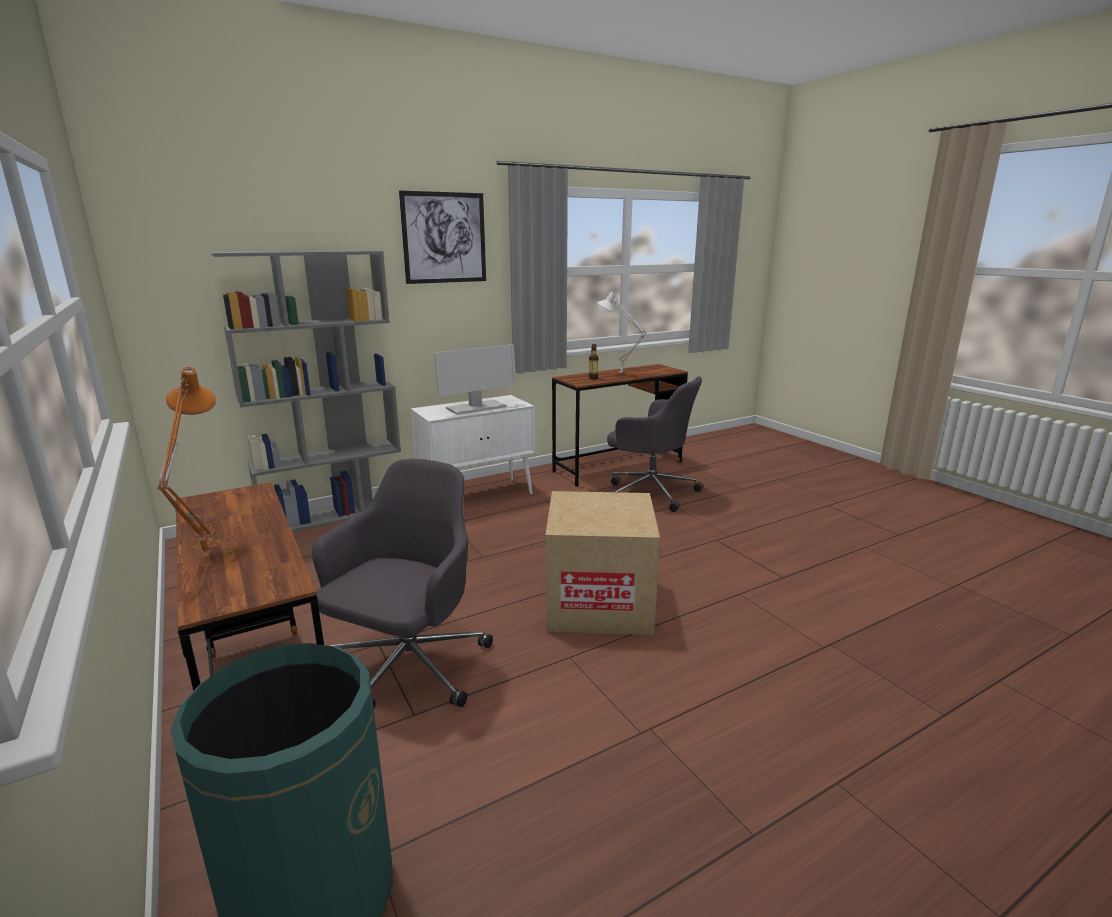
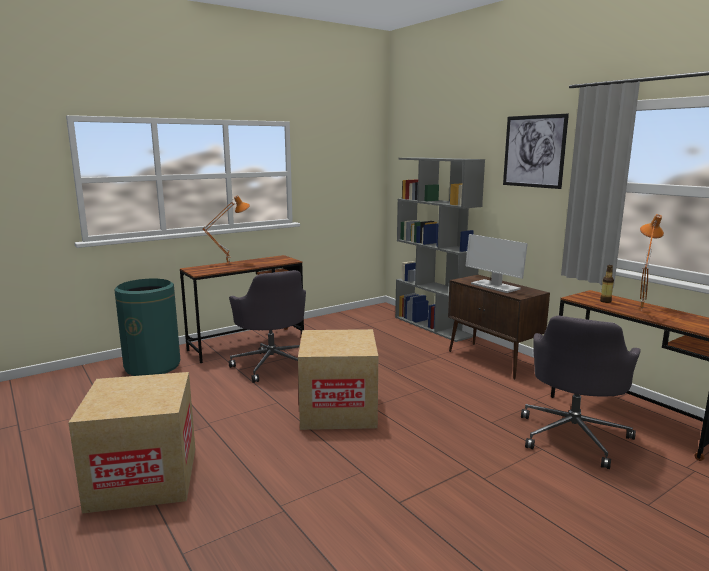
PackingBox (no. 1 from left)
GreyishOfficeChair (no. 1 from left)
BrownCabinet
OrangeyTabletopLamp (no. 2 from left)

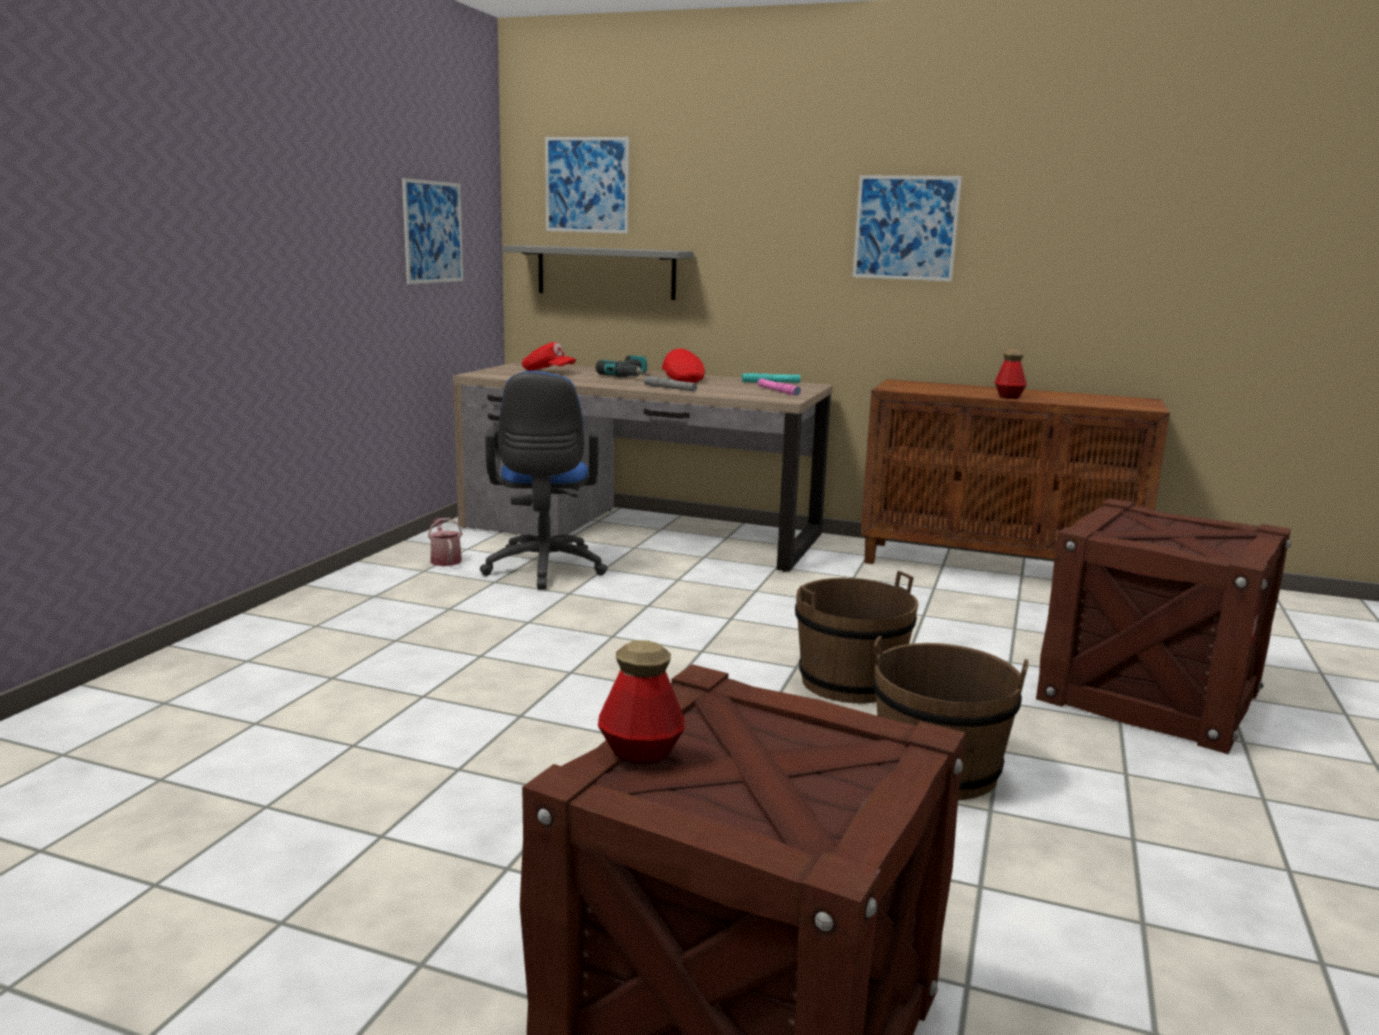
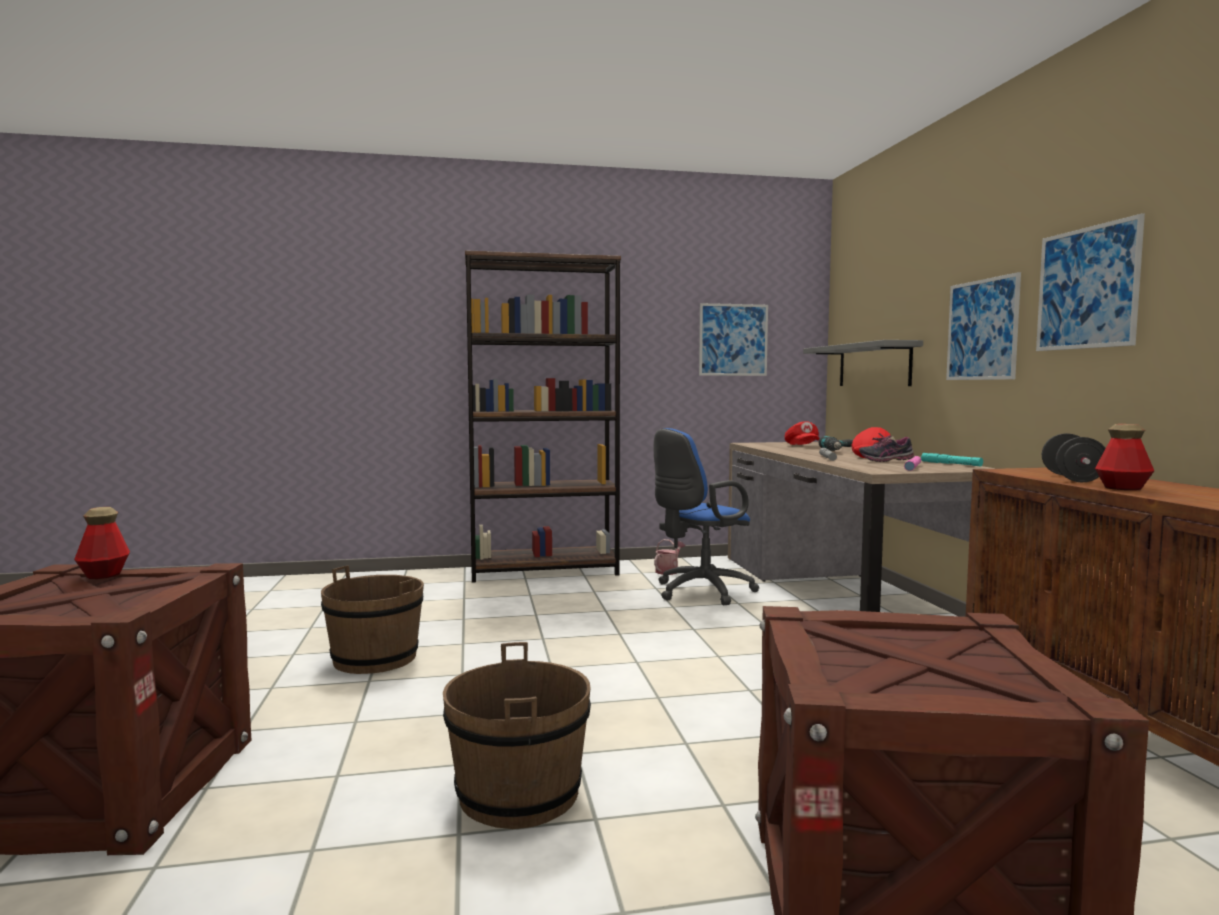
BrownBucket (no. 1 from left)
BrownBookcase
Shoe
Picture (no. 2 from left)
BlackFreeWeight

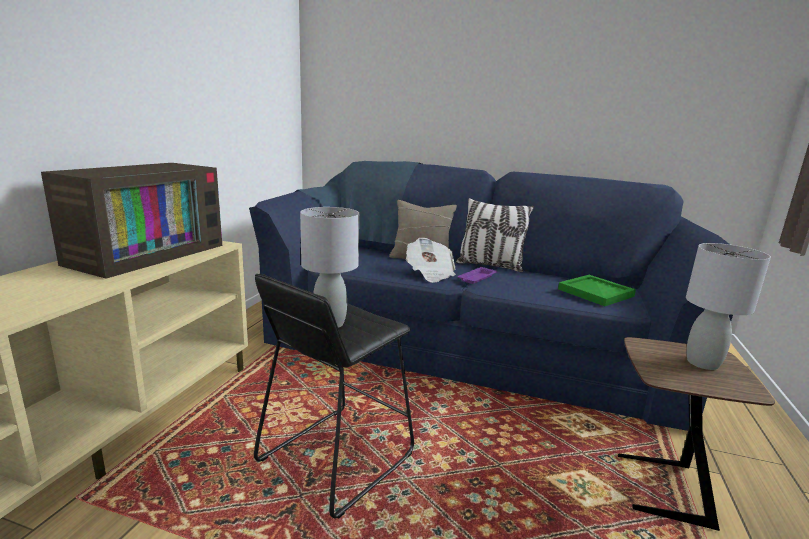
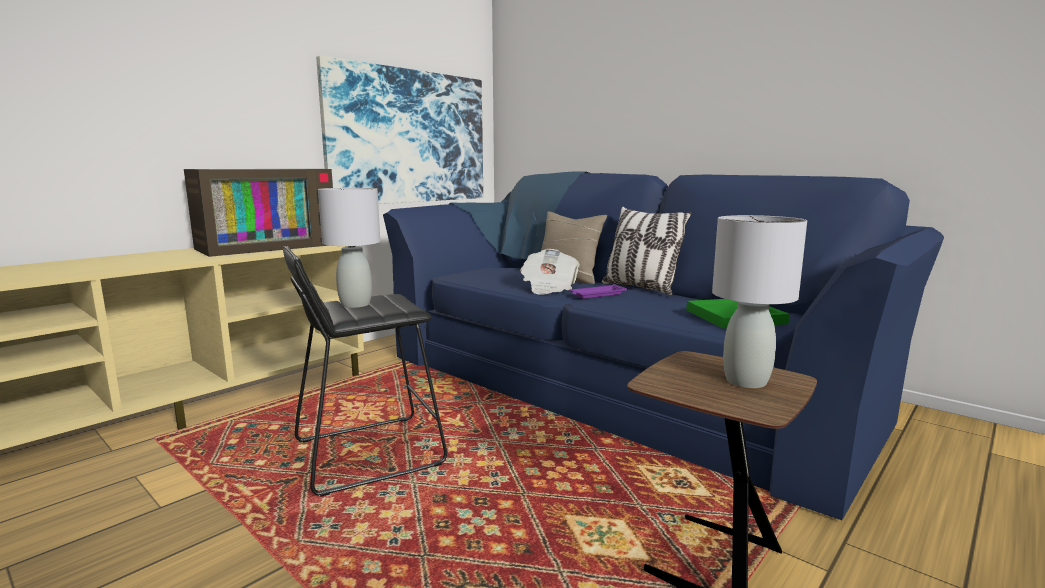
Picture

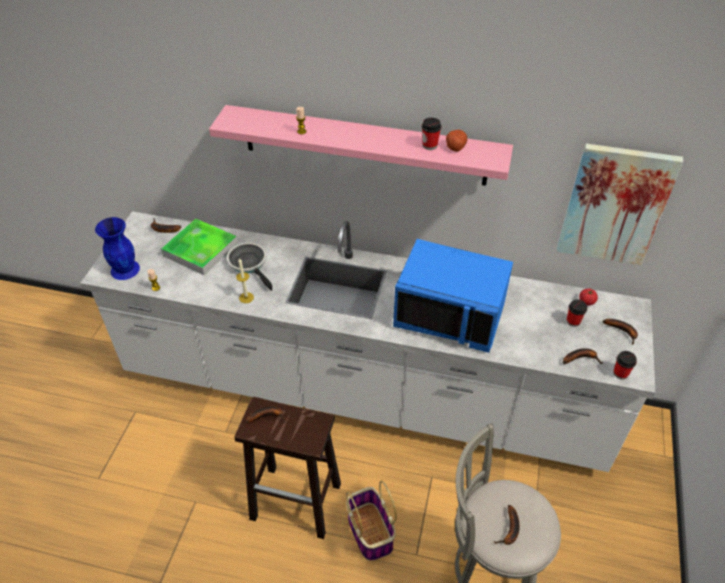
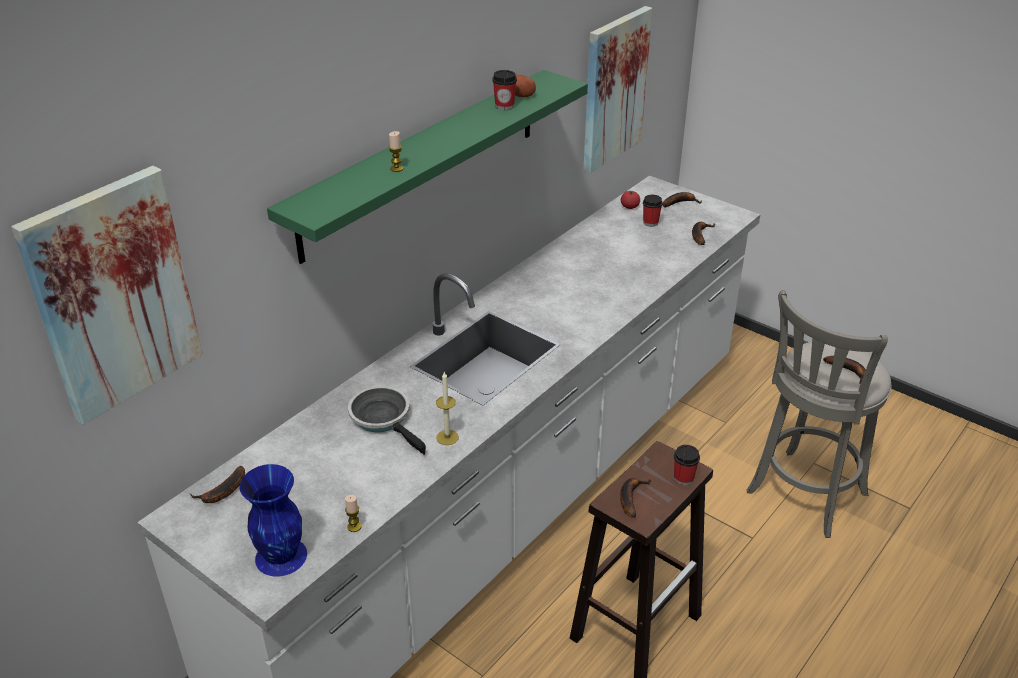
Picture (no. 1 from left)
GreenBracketShelf
FryingPan
DrinkingCup (no. 3 from left)
Tray
Basket
BlueColouredMicrowaveOven

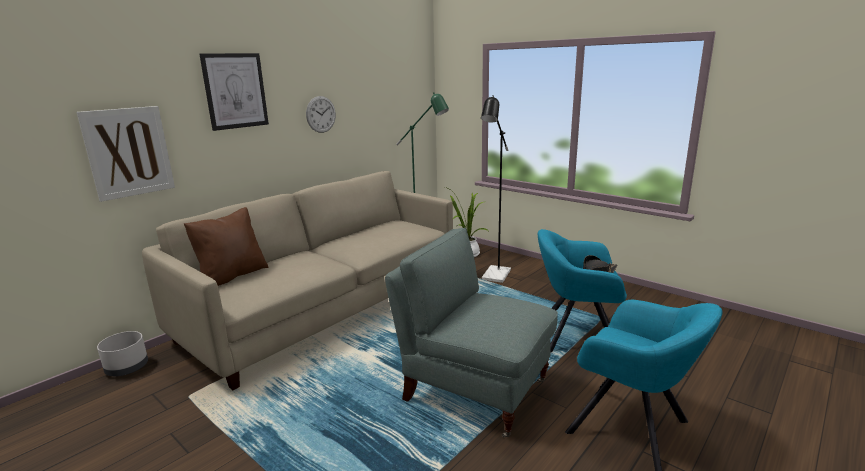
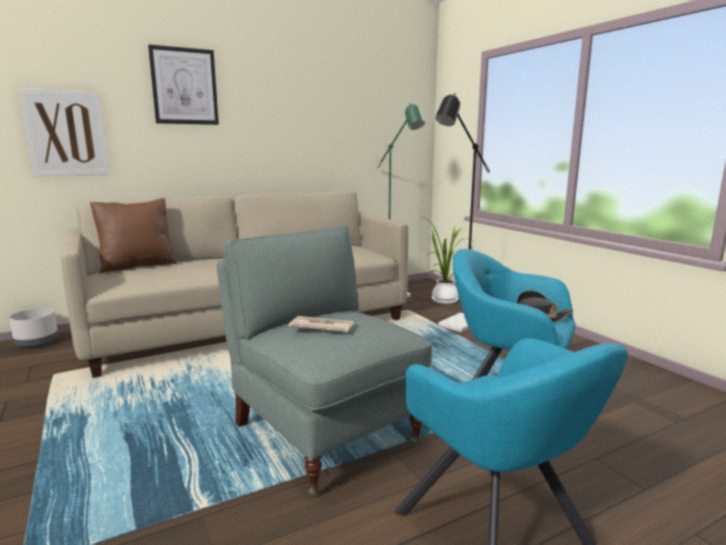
DailyPaper
HangingClock

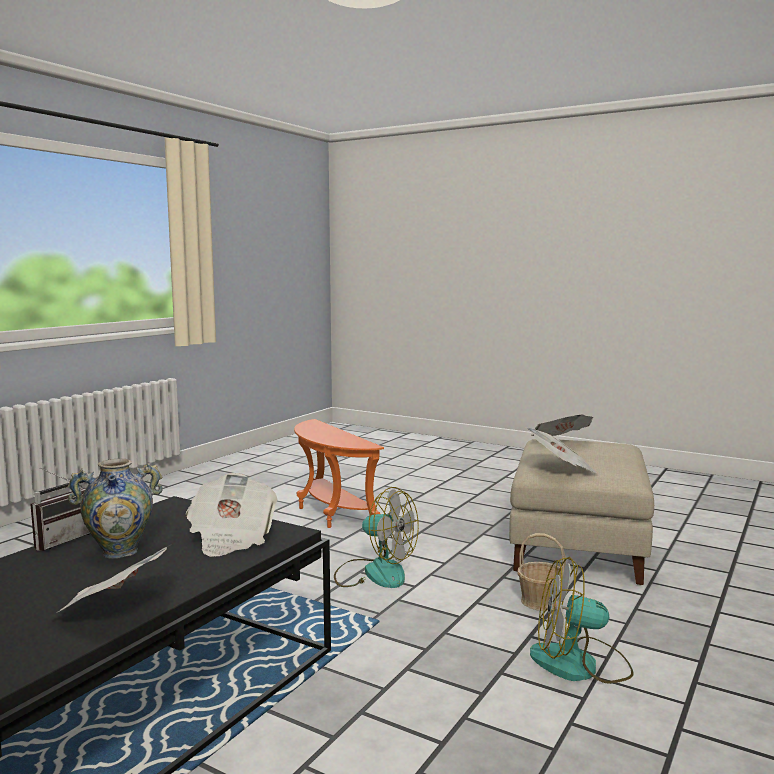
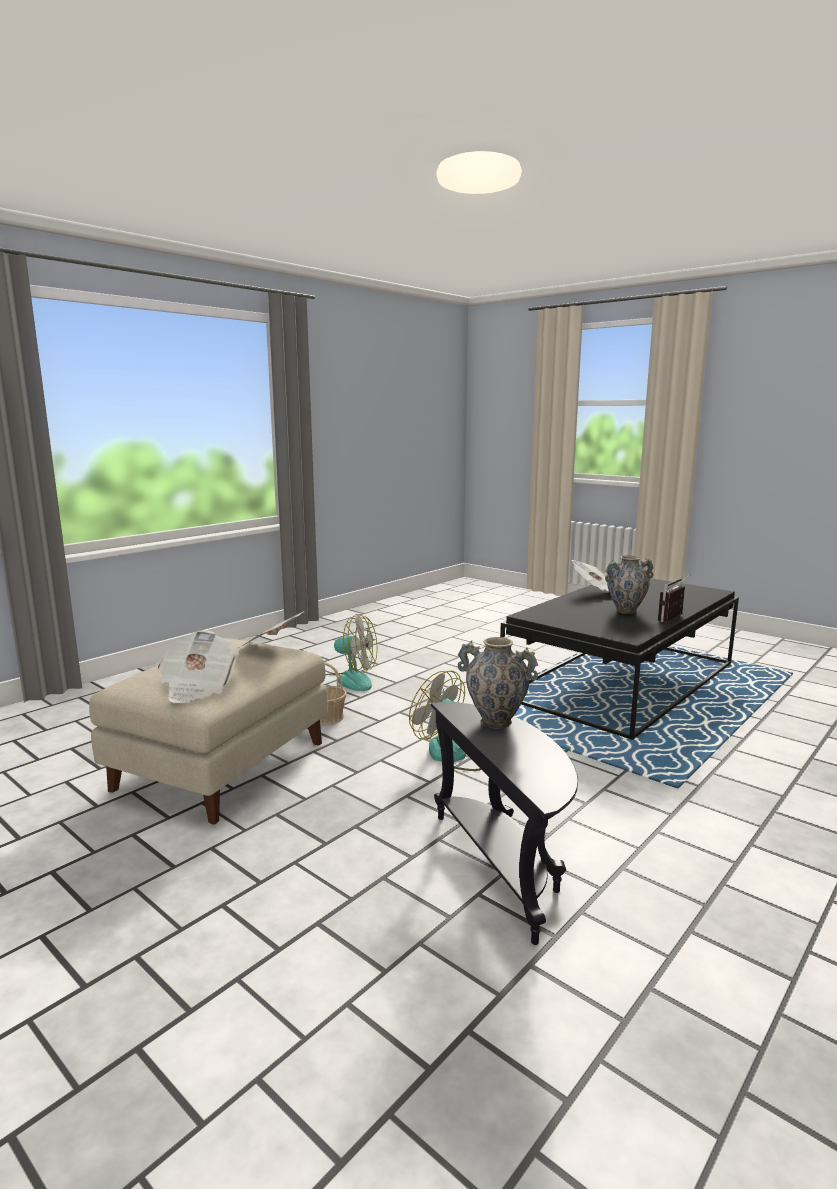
BlackEndTable
DecorativeVase (no. 1 from left)
DailyPaper (no. 2 from left in the first image)

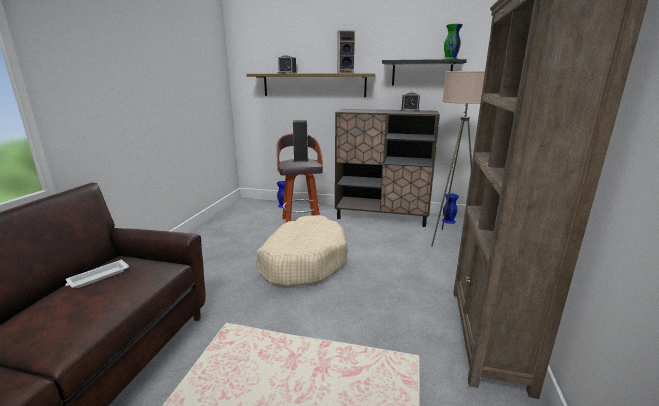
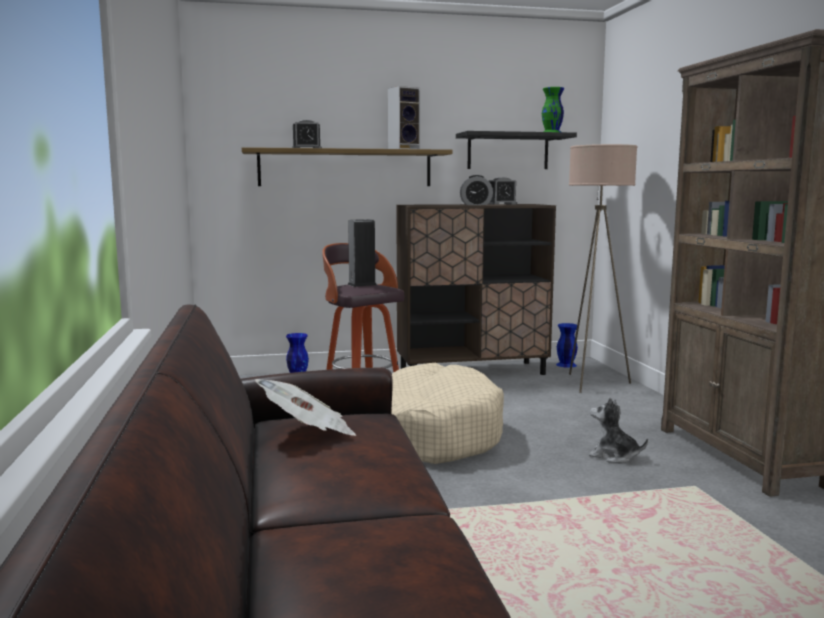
DailyPaper
TableClock (no. 2 from left)
CuddlyToy

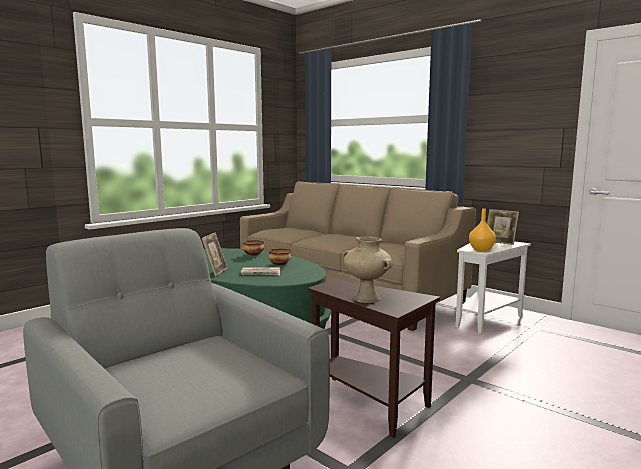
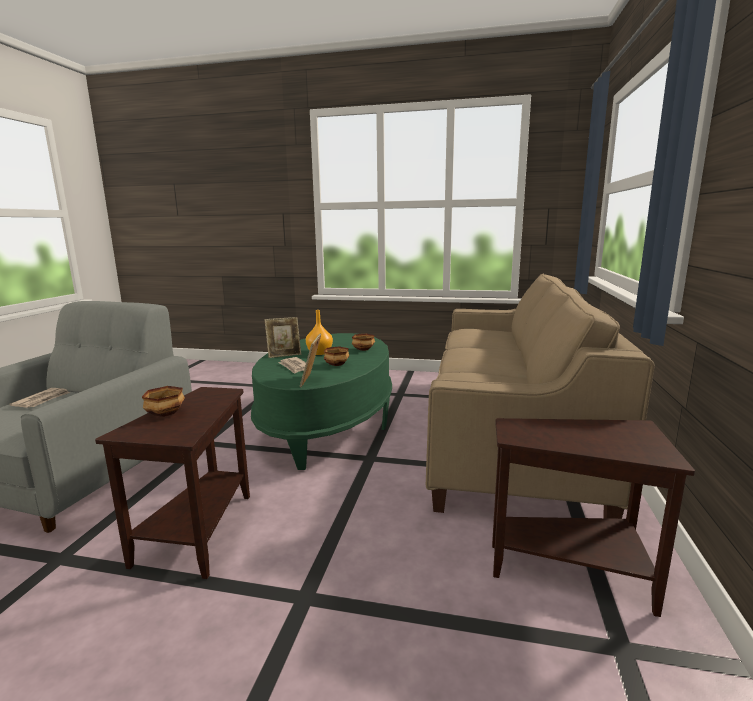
DailyPaper (no. 1 from left)
Bowl (no. 1 from left)
PhotoFrame (no. 2 from left)
OrangeyDecorativeVase
BrownEndTable (no. 2 from left)

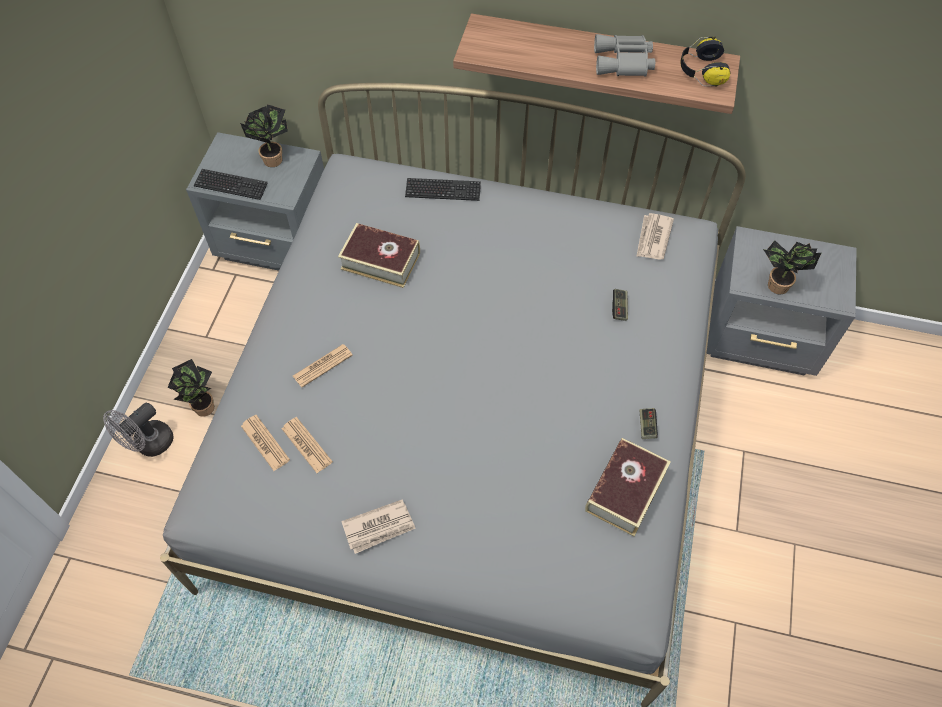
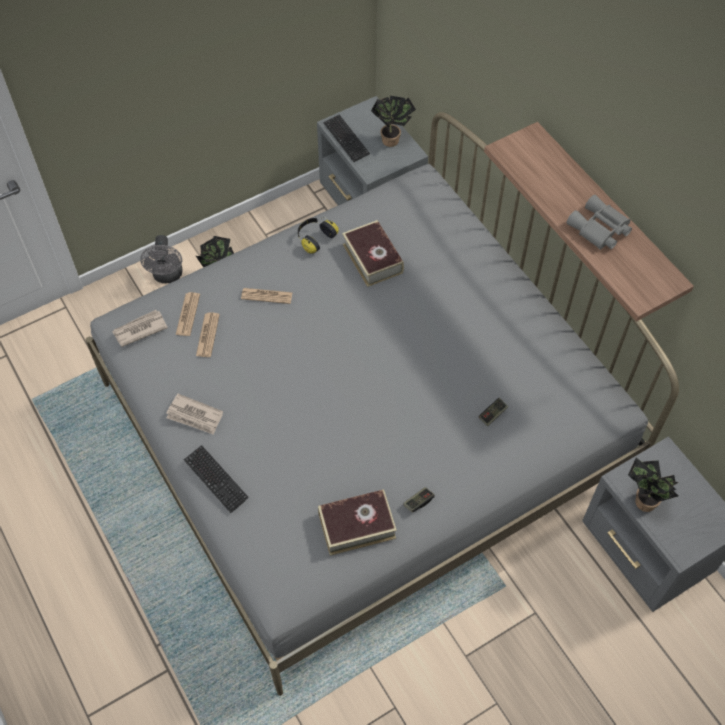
DailyPaper (no. 1 from left)
GreyishFan
ComputerKeyboard (no. 1 from left)
Headphones

